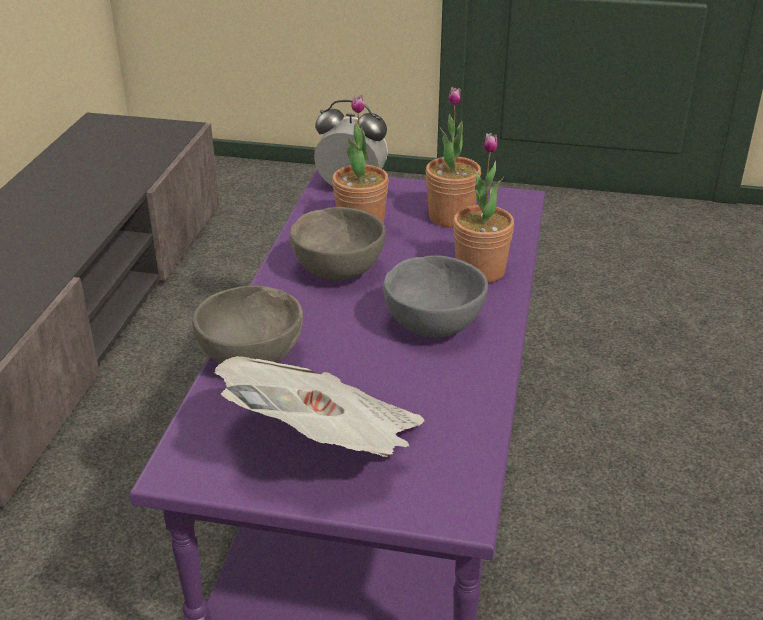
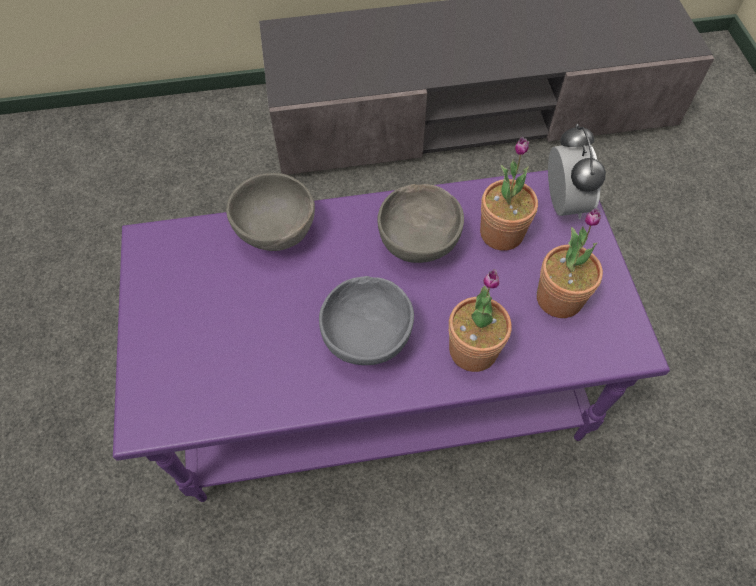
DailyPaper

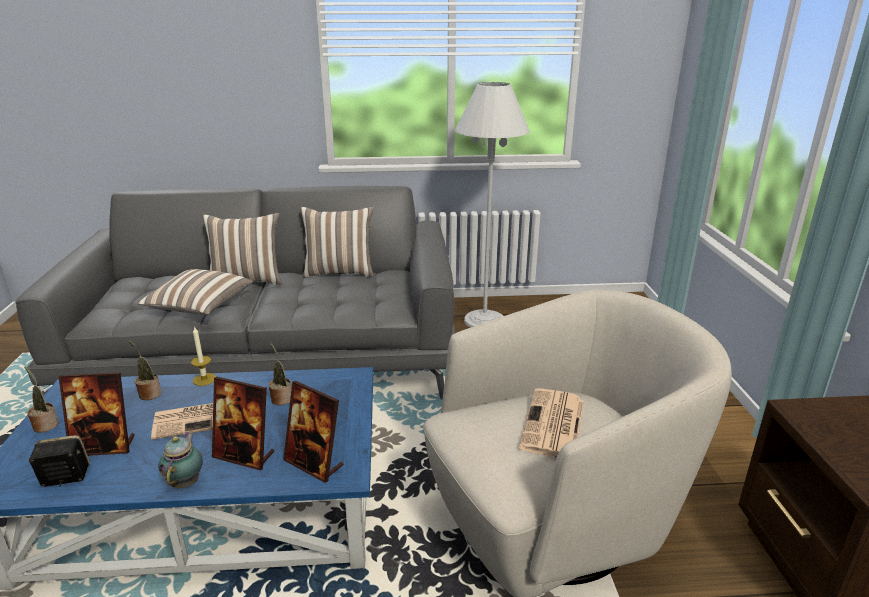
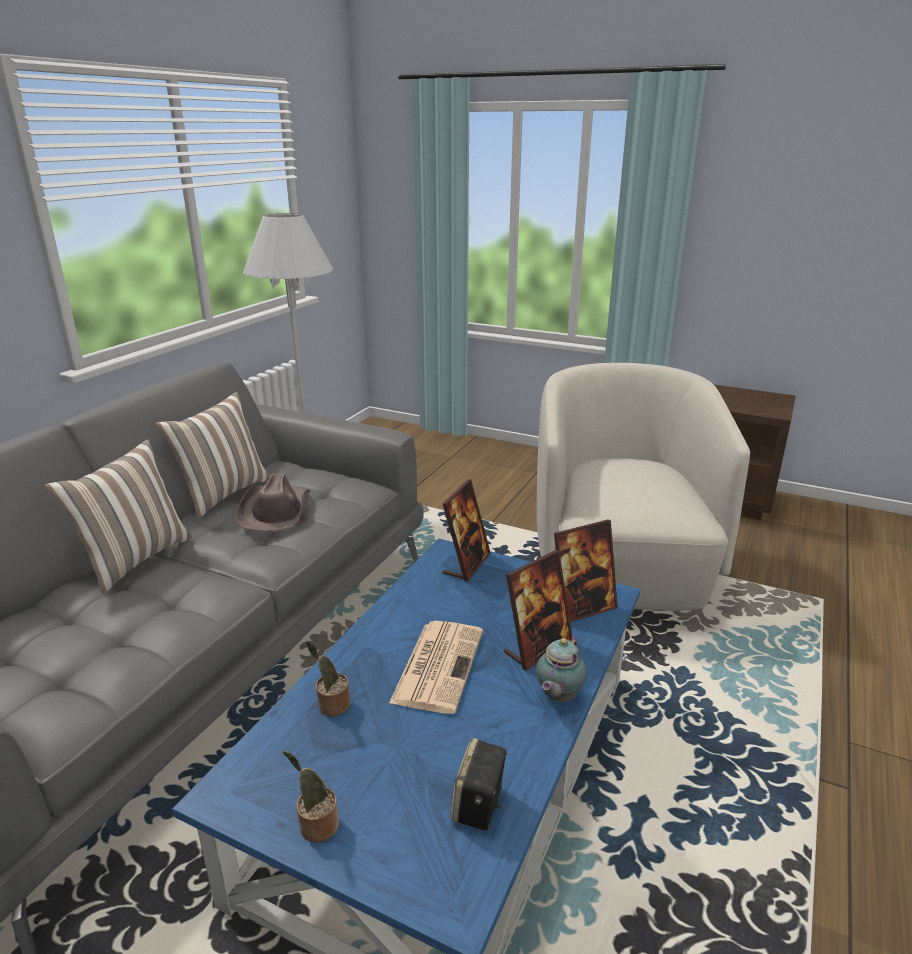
BrownWearableHat
PhotoFrame (no. 1 from left)
TeaPot
ThrowPillow (no. 1 from left in the first image)
WaxLight
PlantInAPot (no. 3 from left in the first image)
DailyPaper (no. 2 from left in the first image)

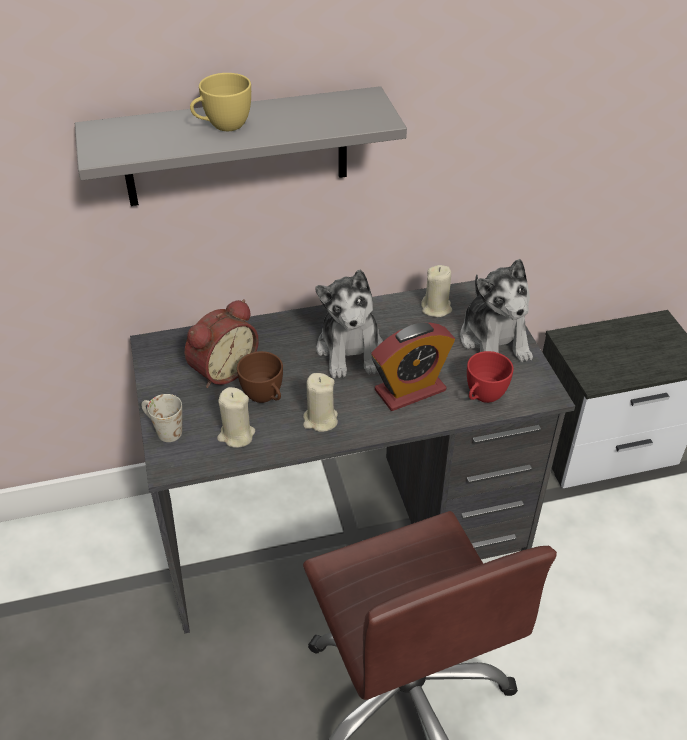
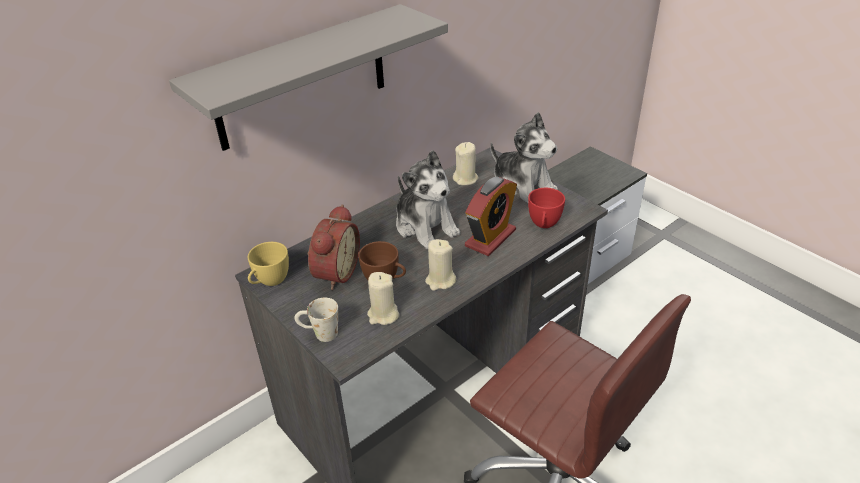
YellowDrinkingCup

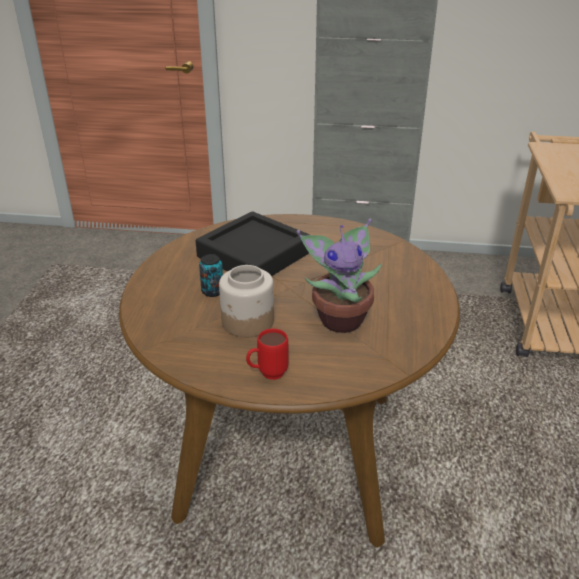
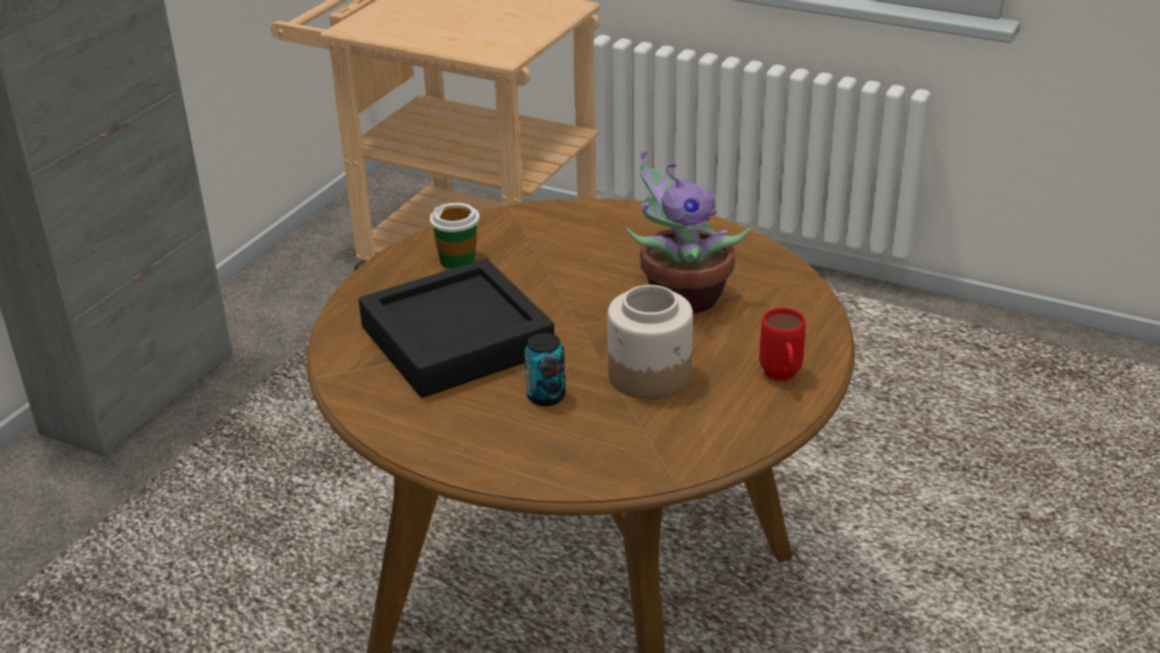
DrinkingCup

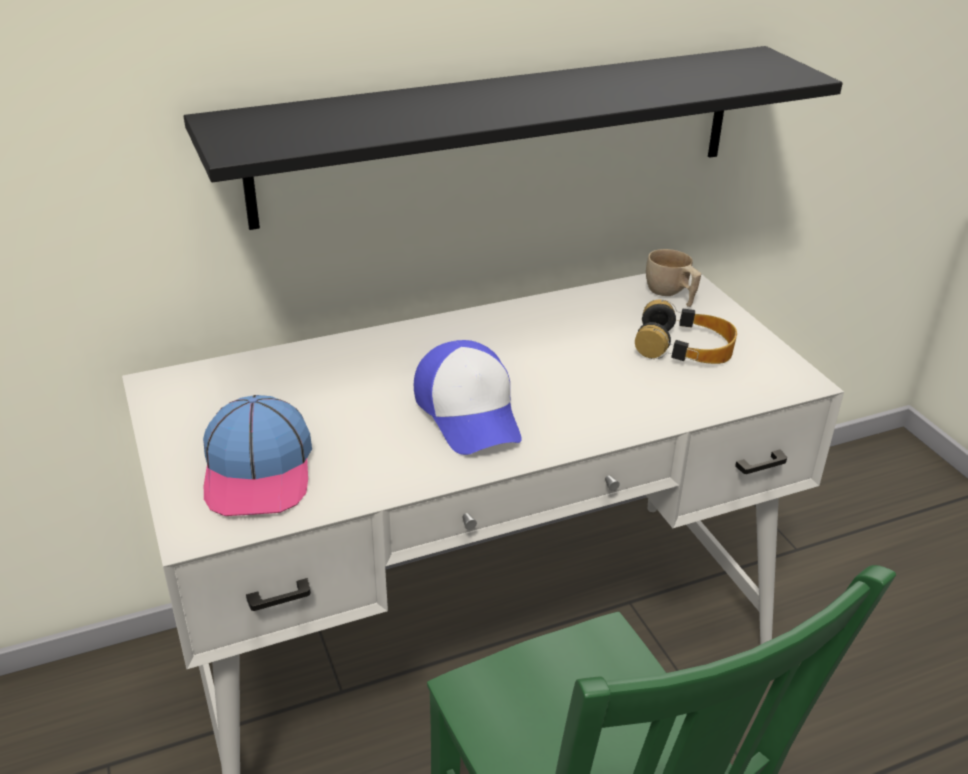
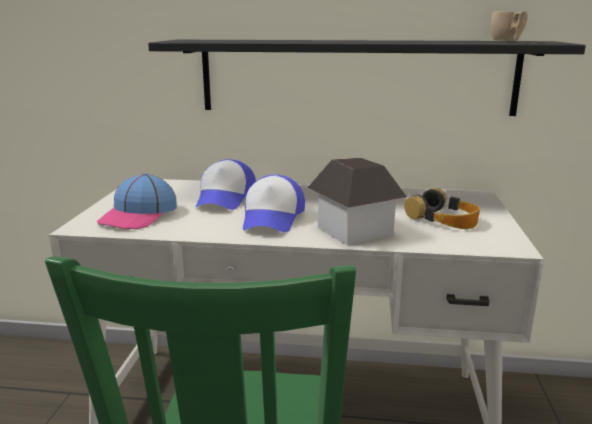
BaseballCap (no. 2 from left)
MiniatureHouse
BeigeDrinkingCup

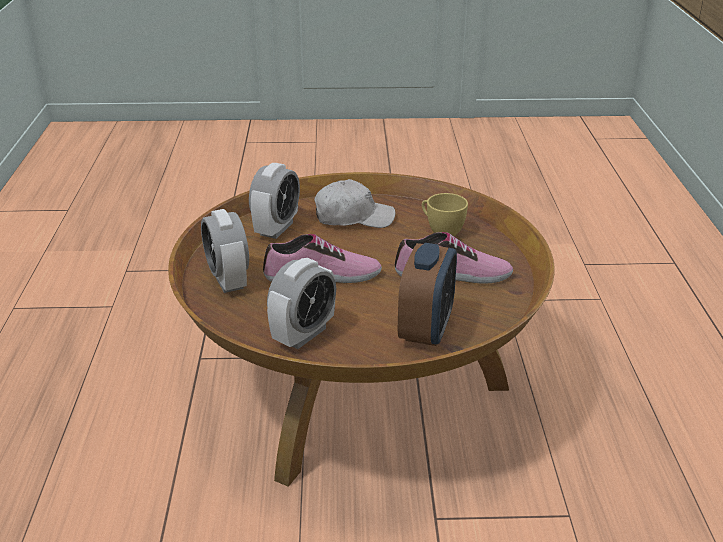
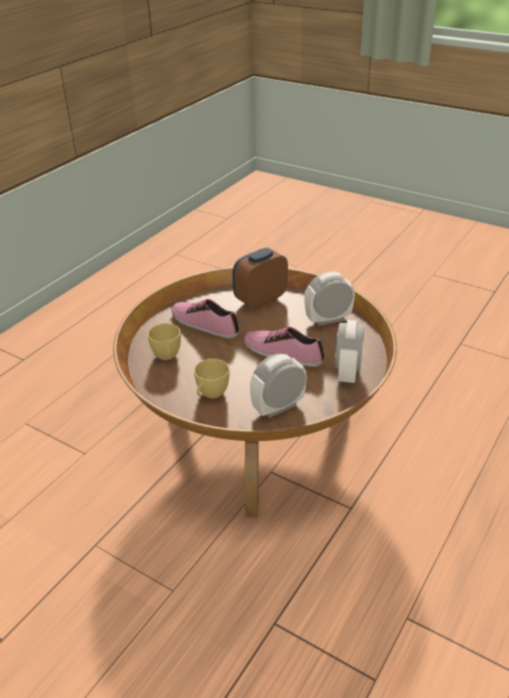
YellowDrinkingCup (no. 2 from left)

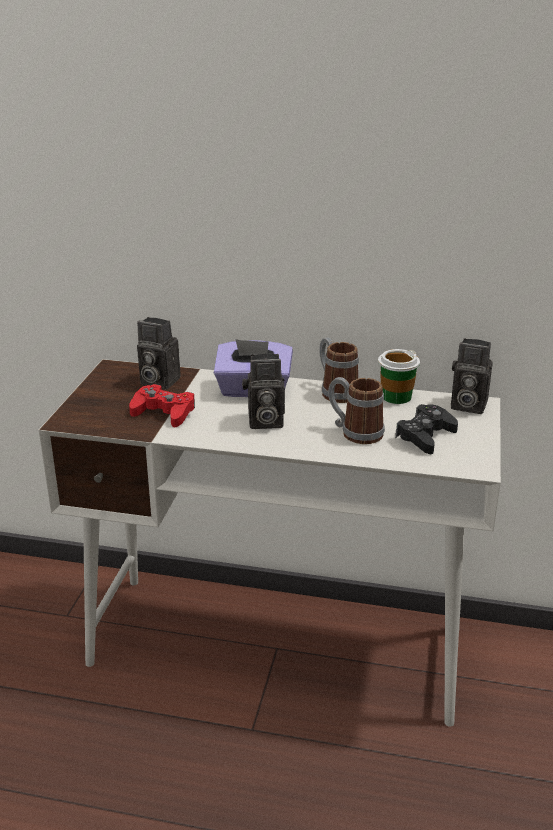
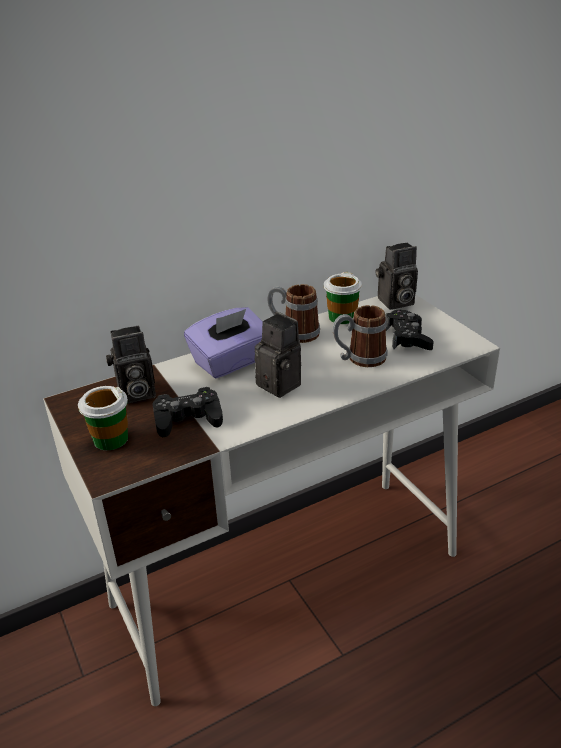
DrinkingCup (no. 1 from left)
BlackGameController (no. 1 from left)
StillCamera (no. 2 from left)

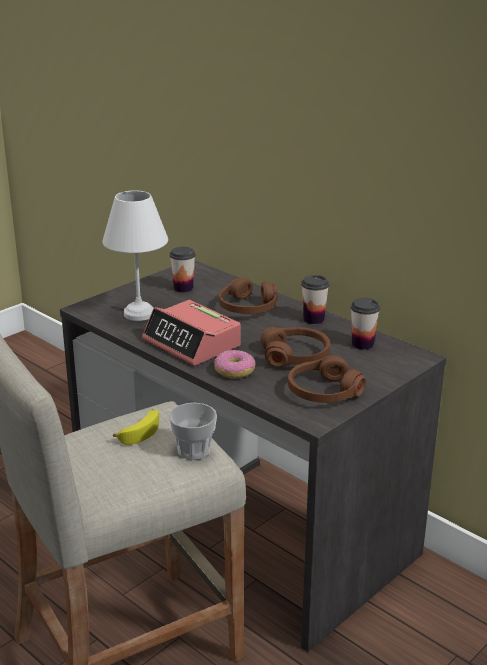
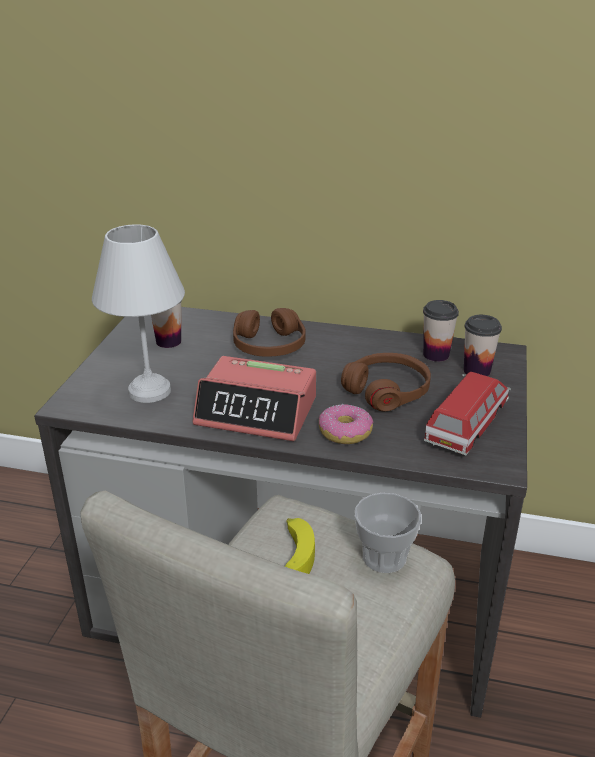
ToyCar
DrinkingCup (no. 4 from left)

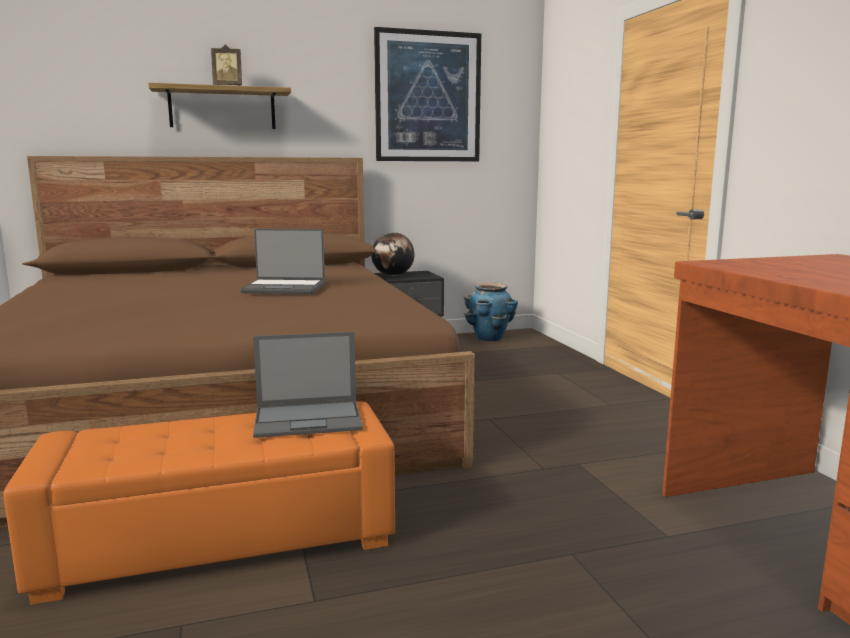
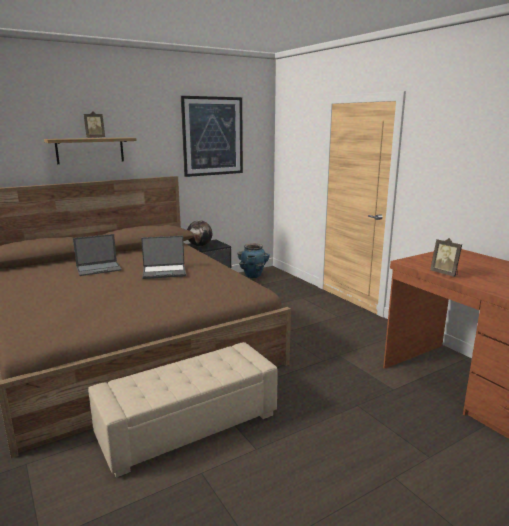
Laptop (no. 1 from left)
BeigePouffe
PhotoFrame (no. 2 from left)

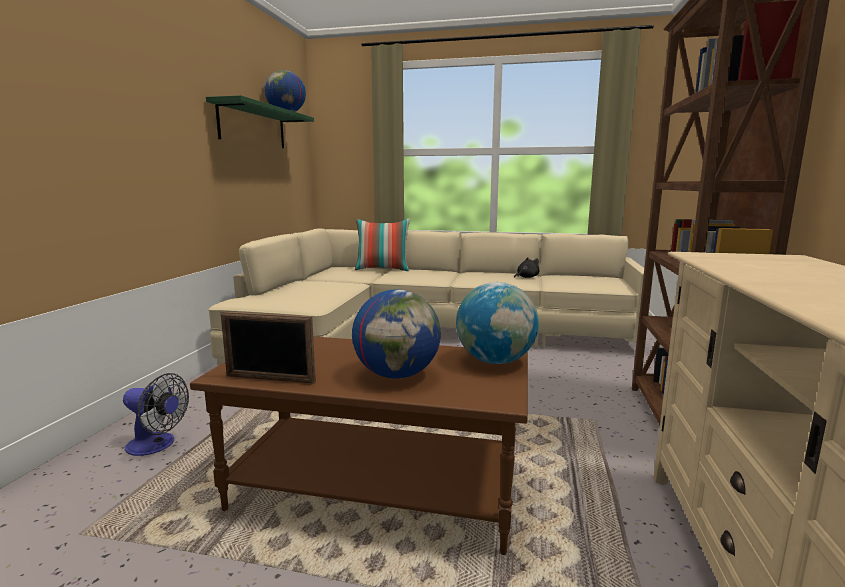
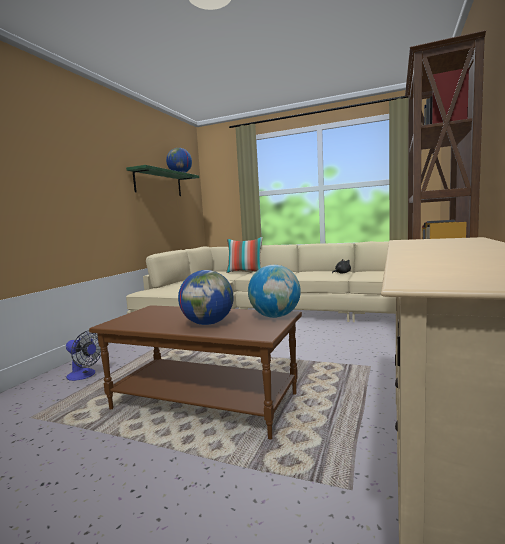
PhotoFrame

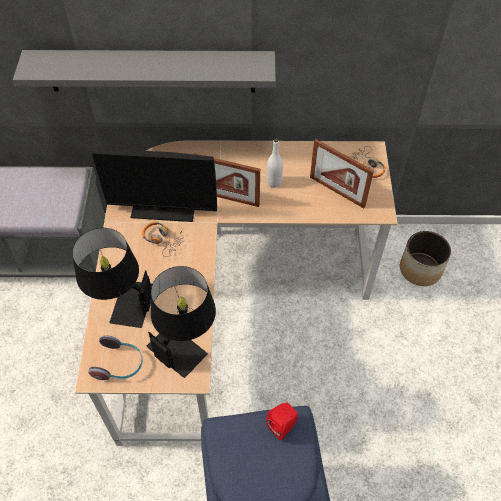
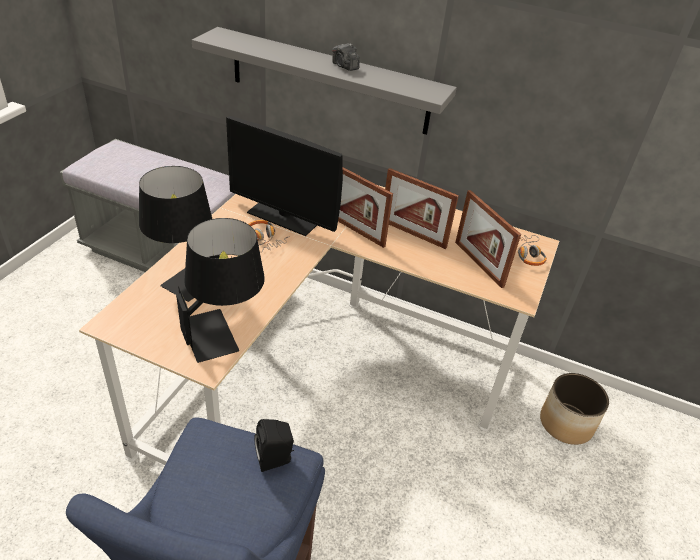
BlackAudioSpeaker
StillCamera
PhotoFrame (no. 2 from left)
Headphones (no. 1 from left in the first image)

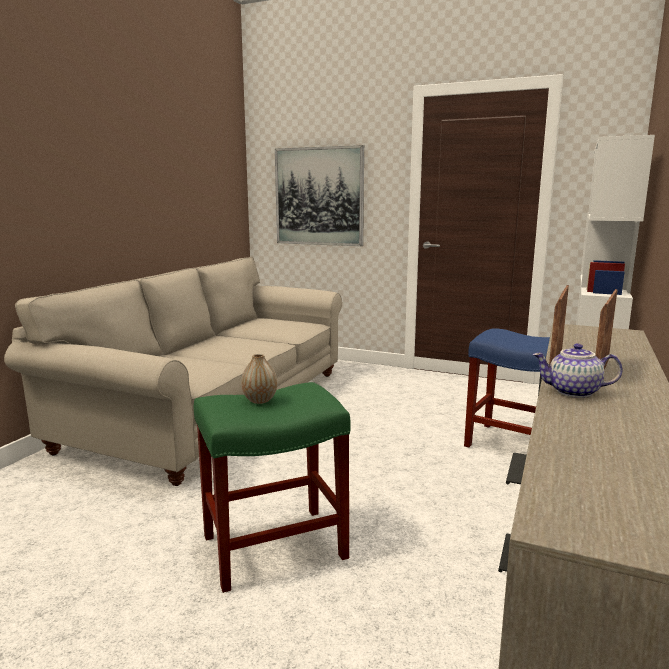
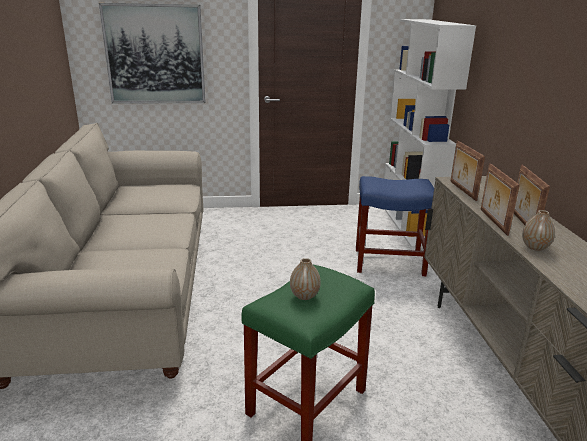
PhotoFrame (no. 1 from left)
DecorativeVase (no. 2 from left)

